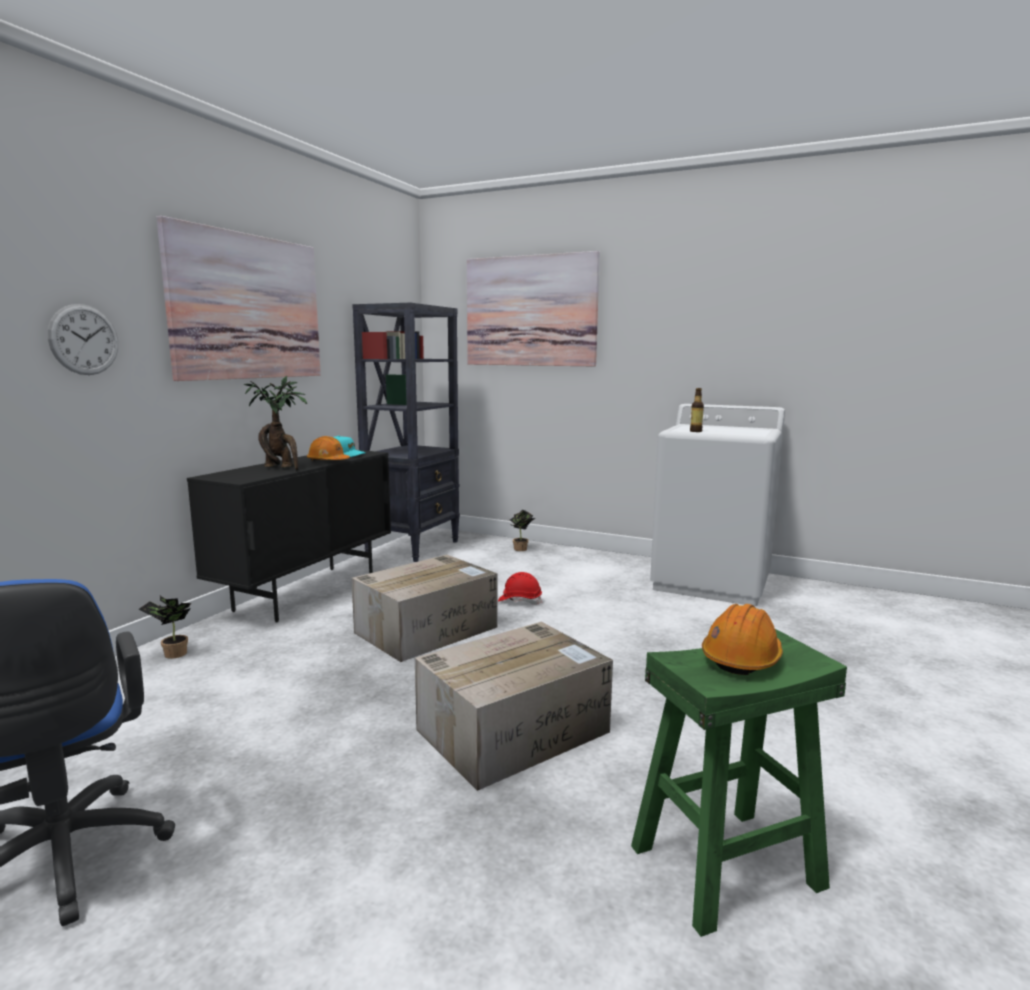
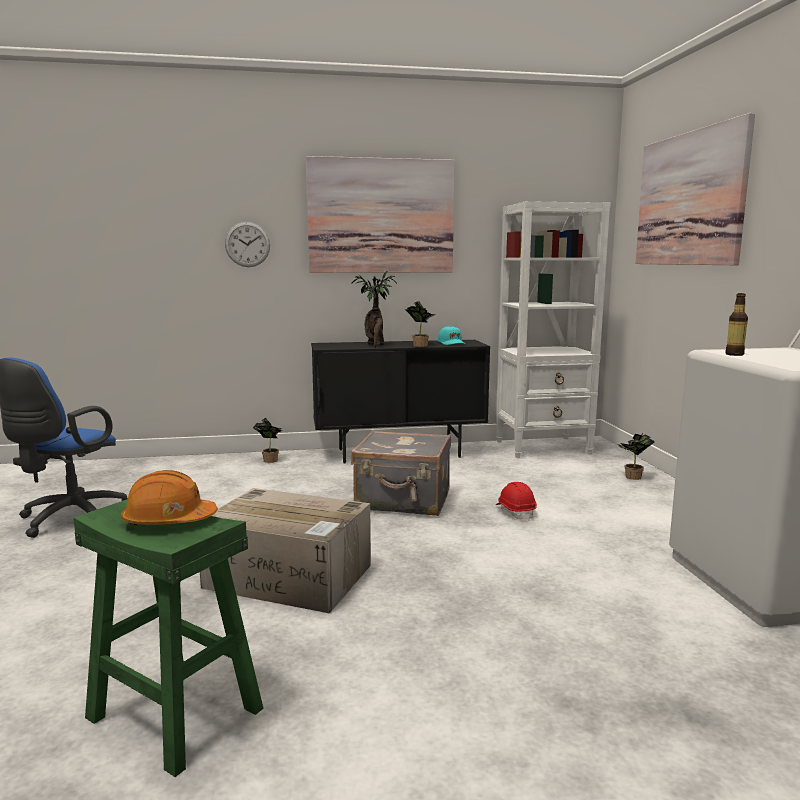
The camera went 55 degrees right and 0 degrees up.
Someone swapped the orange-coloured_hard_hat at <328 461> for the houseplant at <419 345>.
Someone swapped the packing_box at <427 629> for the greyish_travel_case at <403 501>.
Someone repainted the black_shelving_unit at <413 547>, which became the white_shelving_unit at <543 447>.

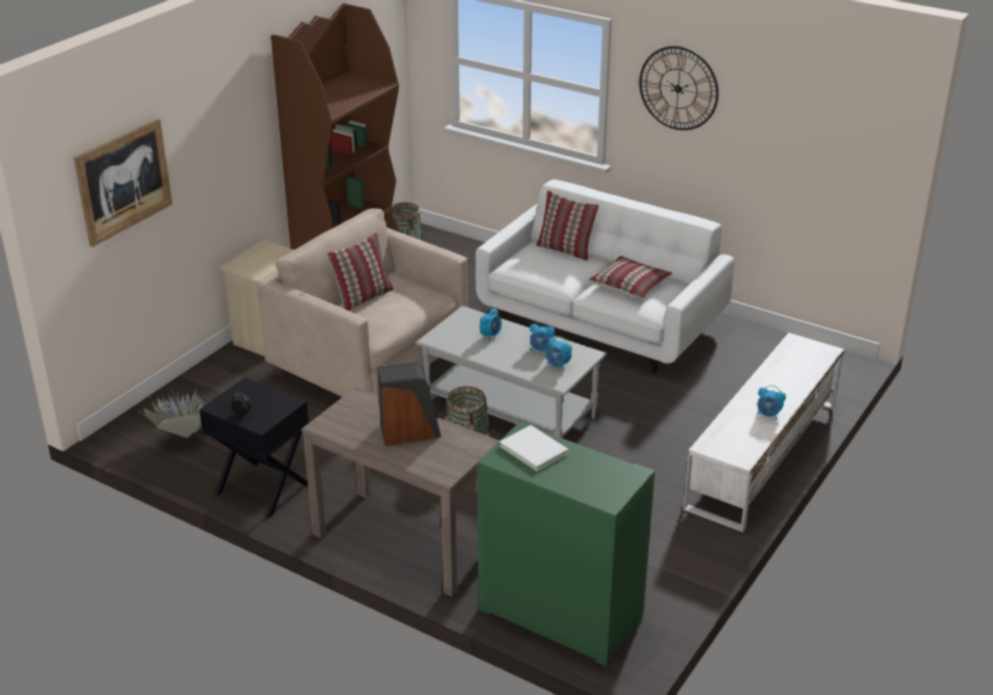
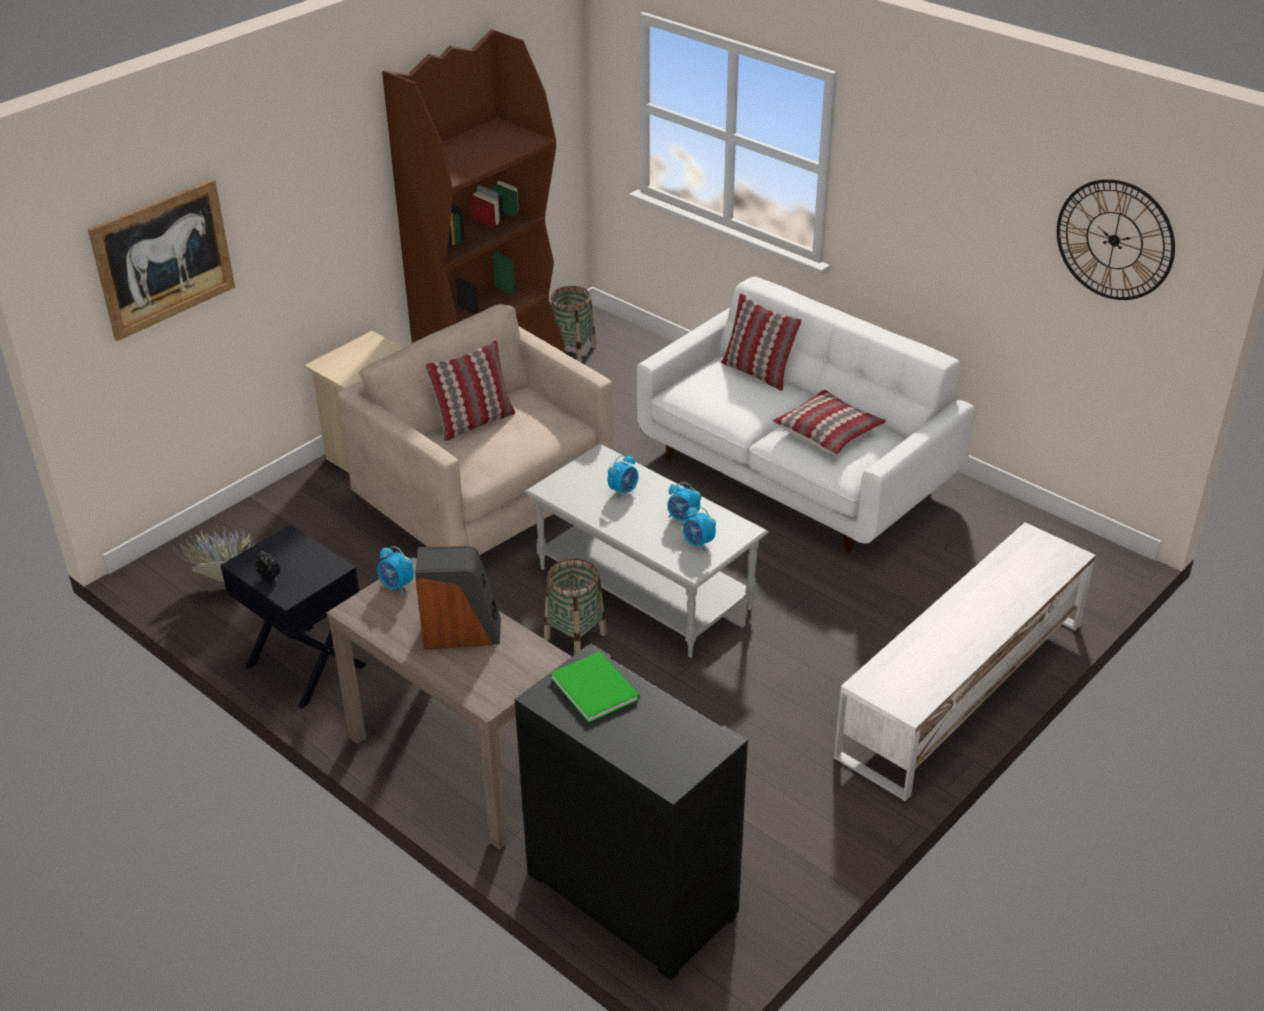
The camera went 10 degrees right and 5 degrees up.
Someone carried the wall_clock from <678 88> to <1114 240>.
Someone carried the bedside_clock from <768 415> to <397 586>.
Someone repainted the green_cupboard at <559 615>, which became the black_cupboard at <629 894>.
Someone repainted the white_bound_book at <534 448>, which became the green_bound_book at <595 686>.

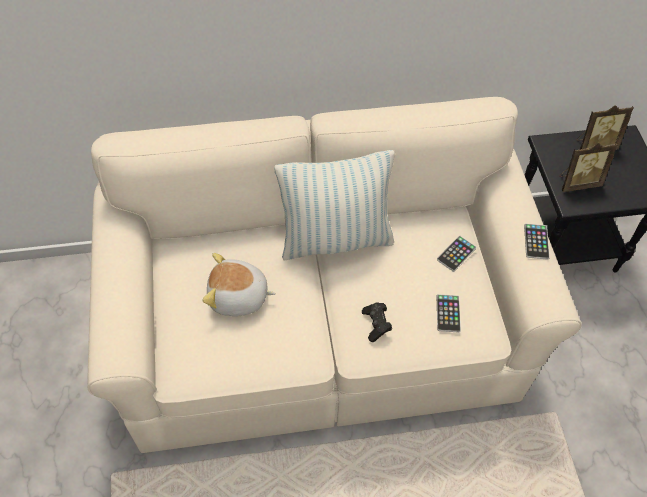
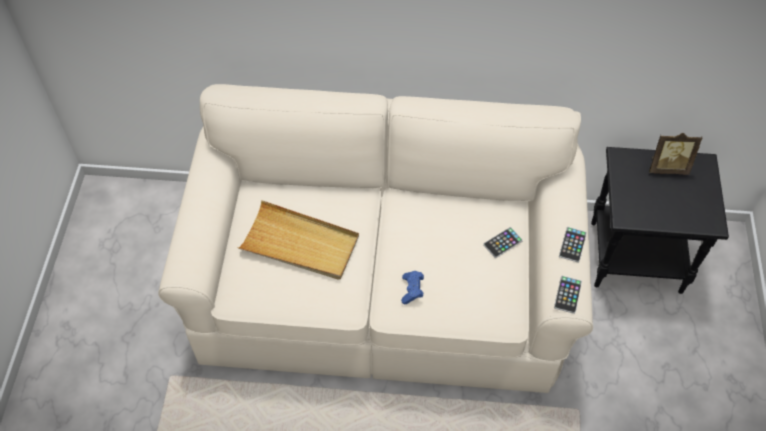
The camera went 15 degrees right and 0 degrees up.
Someone took away the pillow at <335 239>.
Someone took away the standing_frame at <577 182>.
Someone carried the phone from <448 313> to <567 295>.
Someone swapped the soft_toy at <238 297> for the beige-coloured_serving_tray at <300 244>.
Someone repainted the black_gamepad at <376 325>, which became the bluish_gamepad at <412 290>.

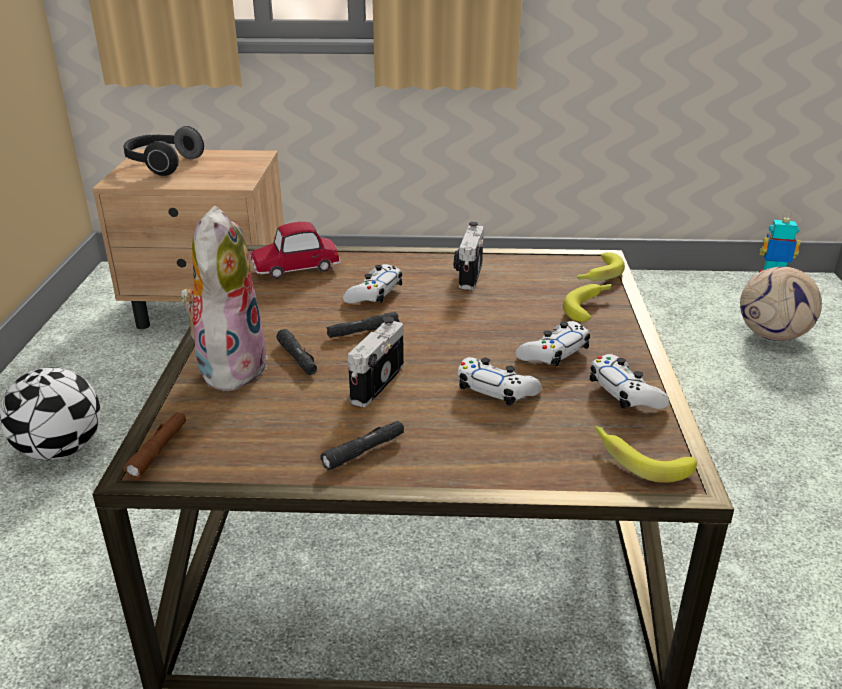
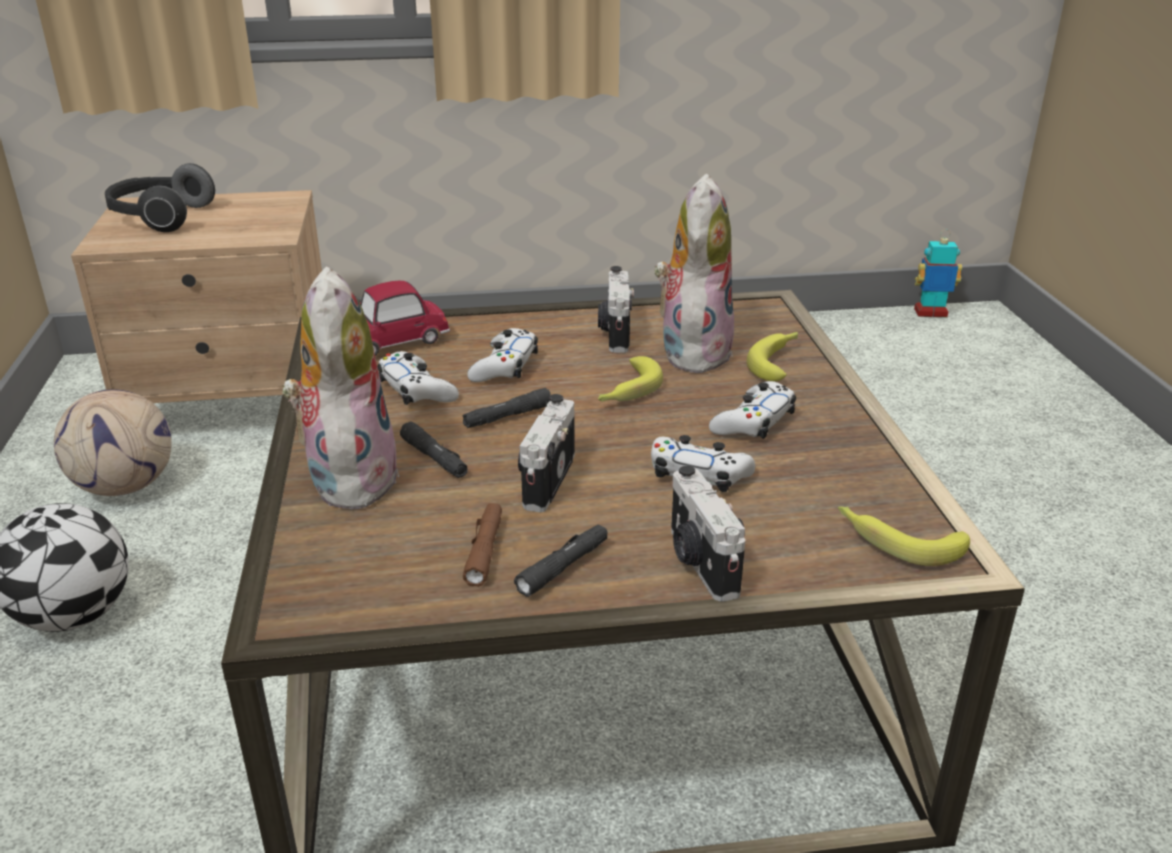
The camera went 10 degrees left and 0 degrees up.
Someone put down the soft_toy at <692 351>.
Someone put down the photo_camera at <699 562>.
Someone carried the brownish_hand_torch from <158 450> to <484 551>.
Someone carried the whole_banana from <597 275> to <626 391>.
Someone carried the white_gamepad from <625 392> to <417 390>.
Someone carried the football_ball from <773 336> to <127 487>.

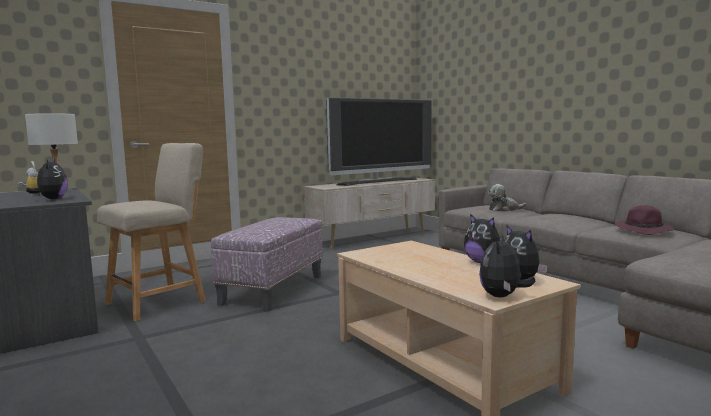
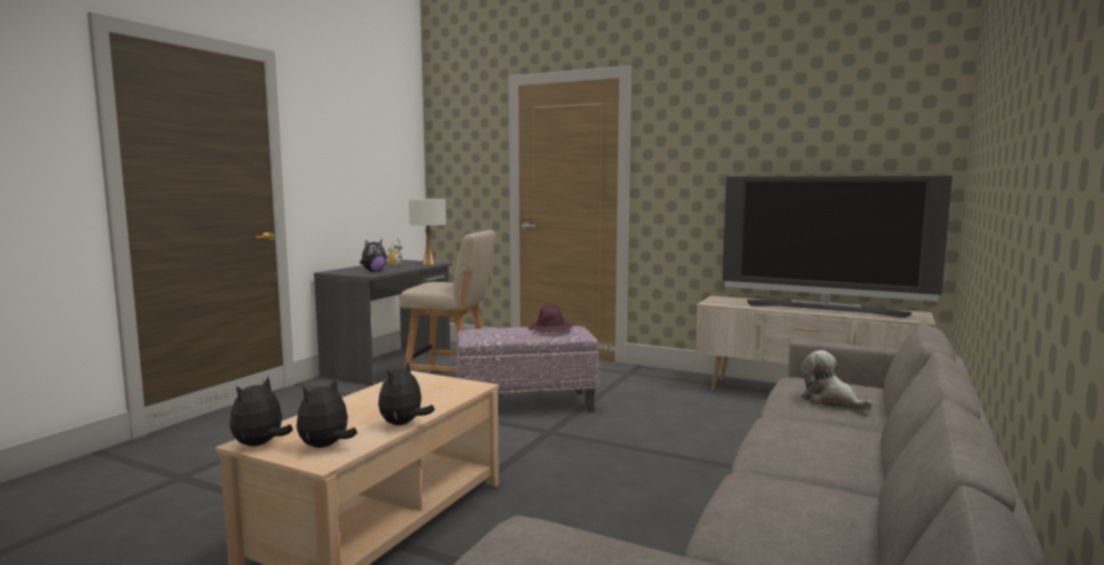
The camera went 60 degrees right and 0 degrees up.
Someone carried the purplish_clothing_hat from <644 230> to <551 329>.
Someone rotated the soft_toy at <502 296> by 60 degrees counterclockwise.

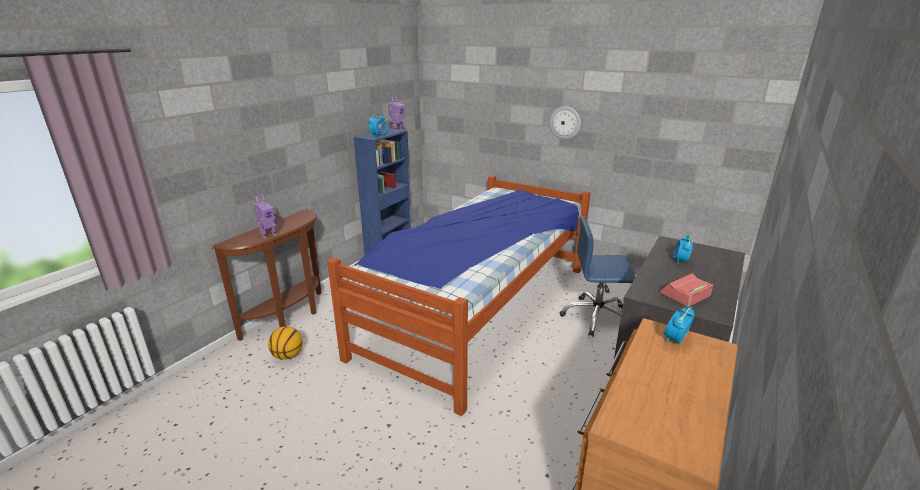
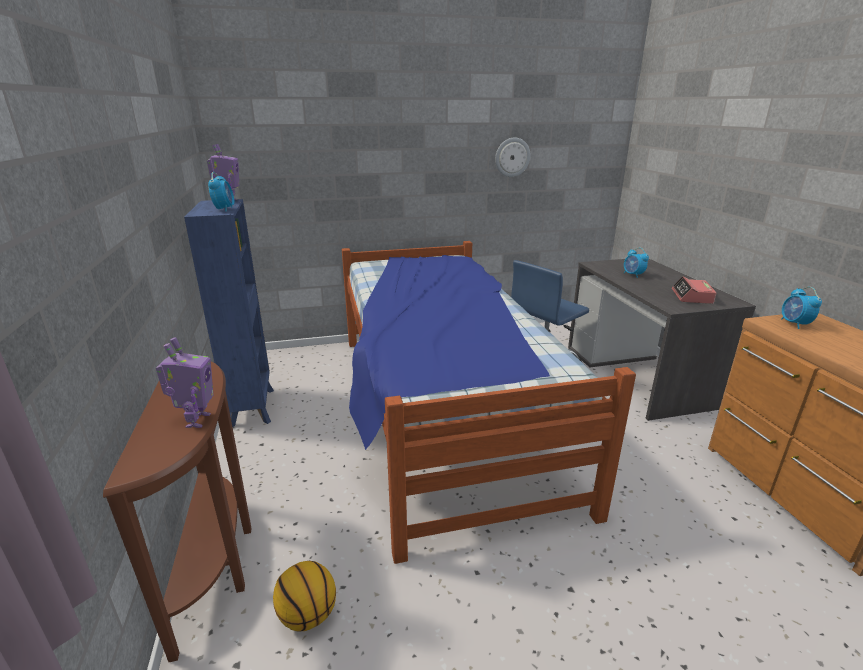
The camera went 45 degrees left and 0 degrees up.
Someone carried the wall_clock from <565 122> to <512 157>.

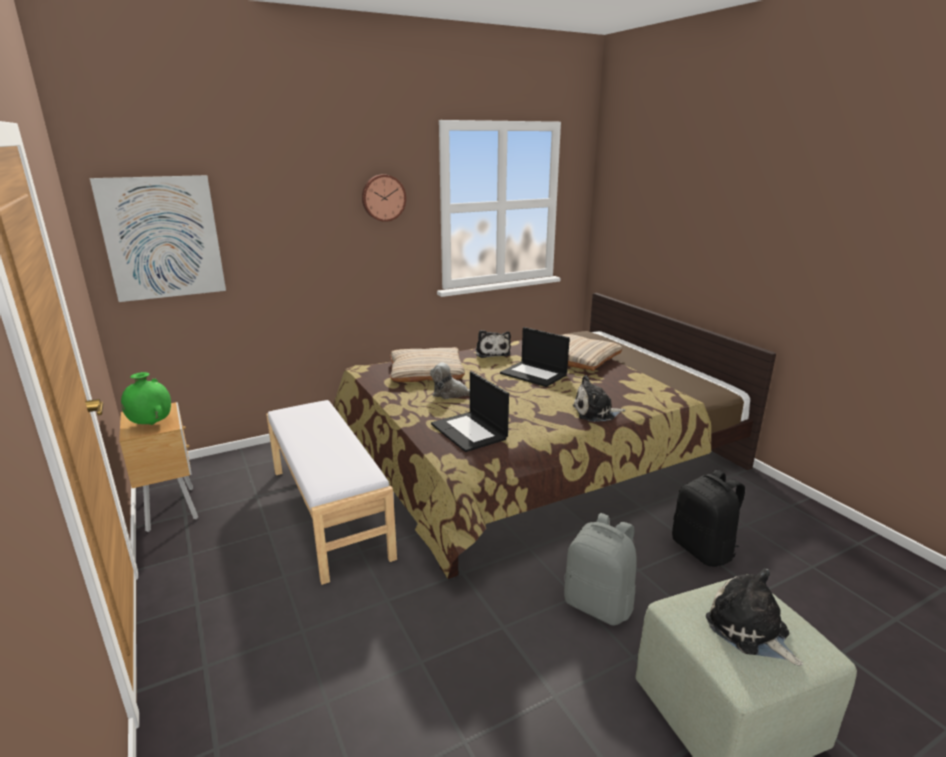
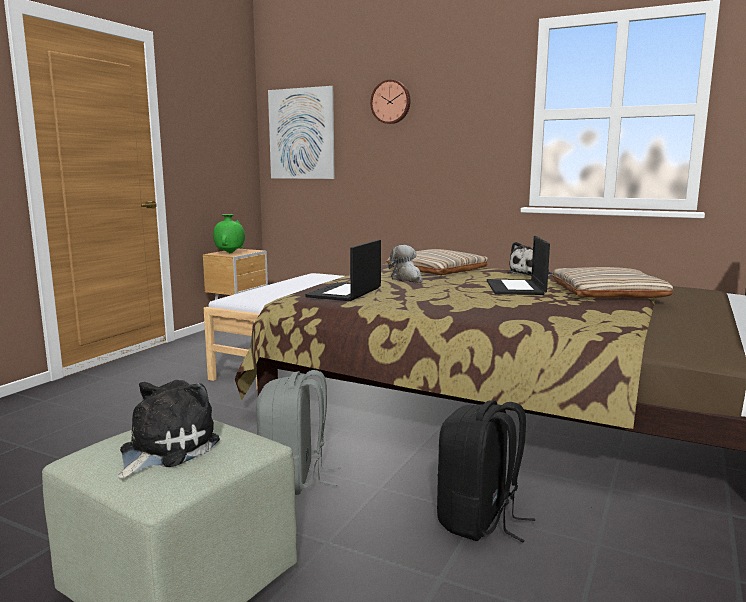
The camera went 55 degrees right and 10 degrees down.
Someone took away the soft_toy at <596 413>.
Someone carried the wall_clock from <383 198> to <391 102>.

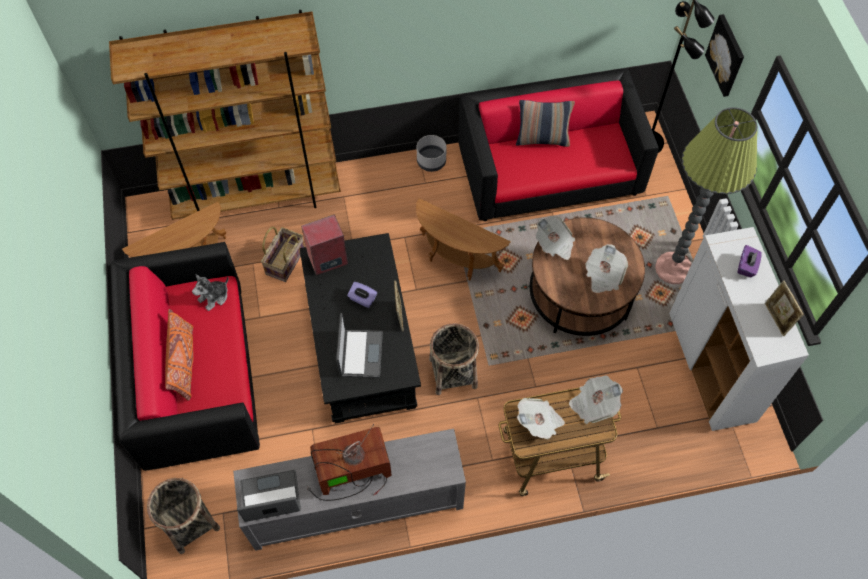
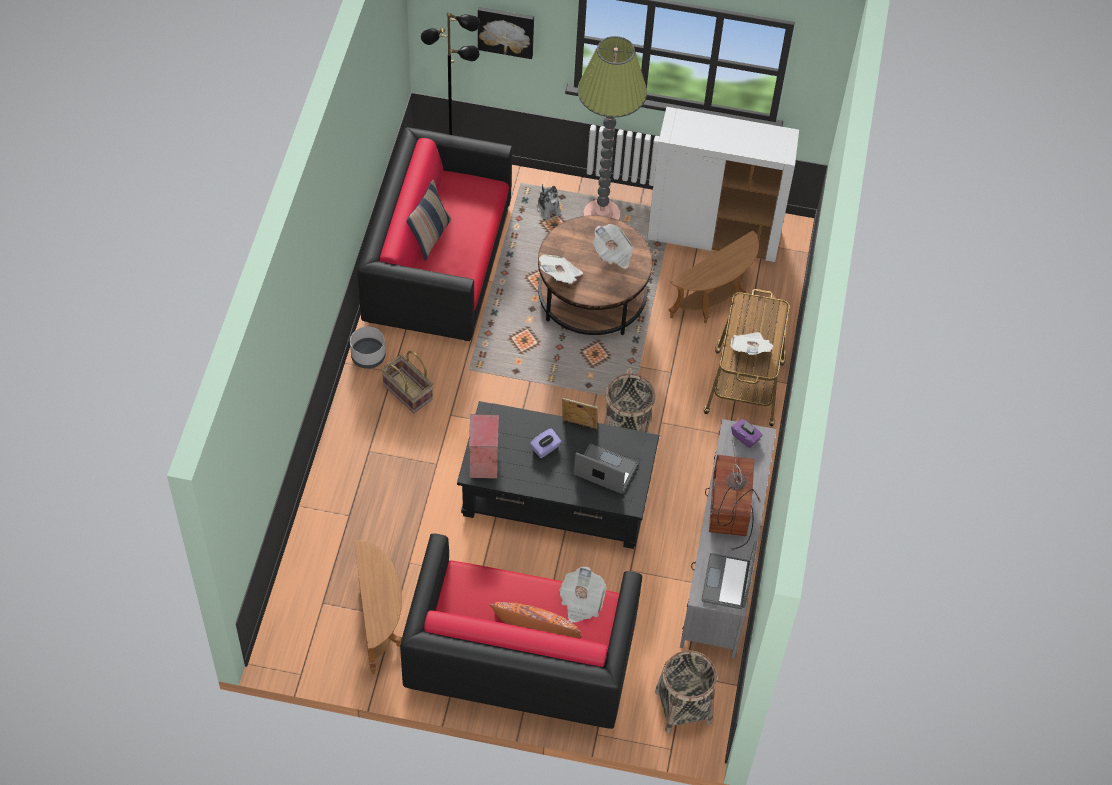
The camera went 70 degrees left and 5 degrees down.
Someone took away the brownish_shelving_unit at <258 198>.
Someone took away the standing_frame at <776 319>.
Someone carried the soft_toy from <214 297> to <549 208>.
Someone carried the household_basket from <284 261> to <407 392>.
Someone carried the brownish_accent_table from <456 260> to <714 302>.
Someone carried the daily_paper from <593 404> to <581 602>.
Someone carried the purplish_tissue_holder from <746 266> to <745 437>.

